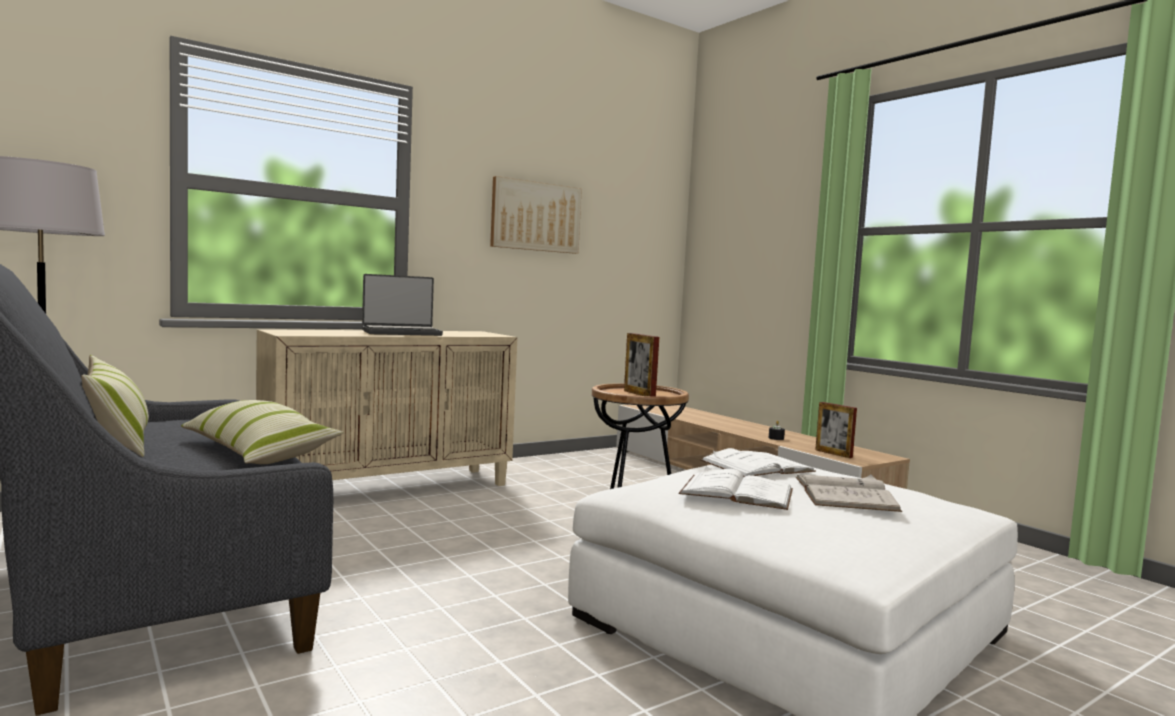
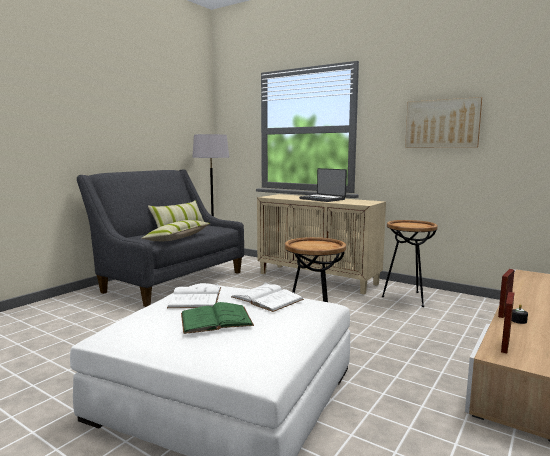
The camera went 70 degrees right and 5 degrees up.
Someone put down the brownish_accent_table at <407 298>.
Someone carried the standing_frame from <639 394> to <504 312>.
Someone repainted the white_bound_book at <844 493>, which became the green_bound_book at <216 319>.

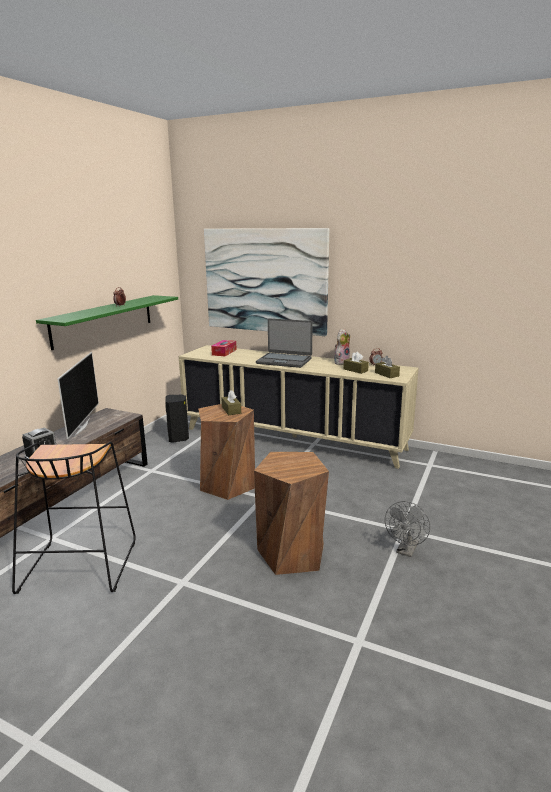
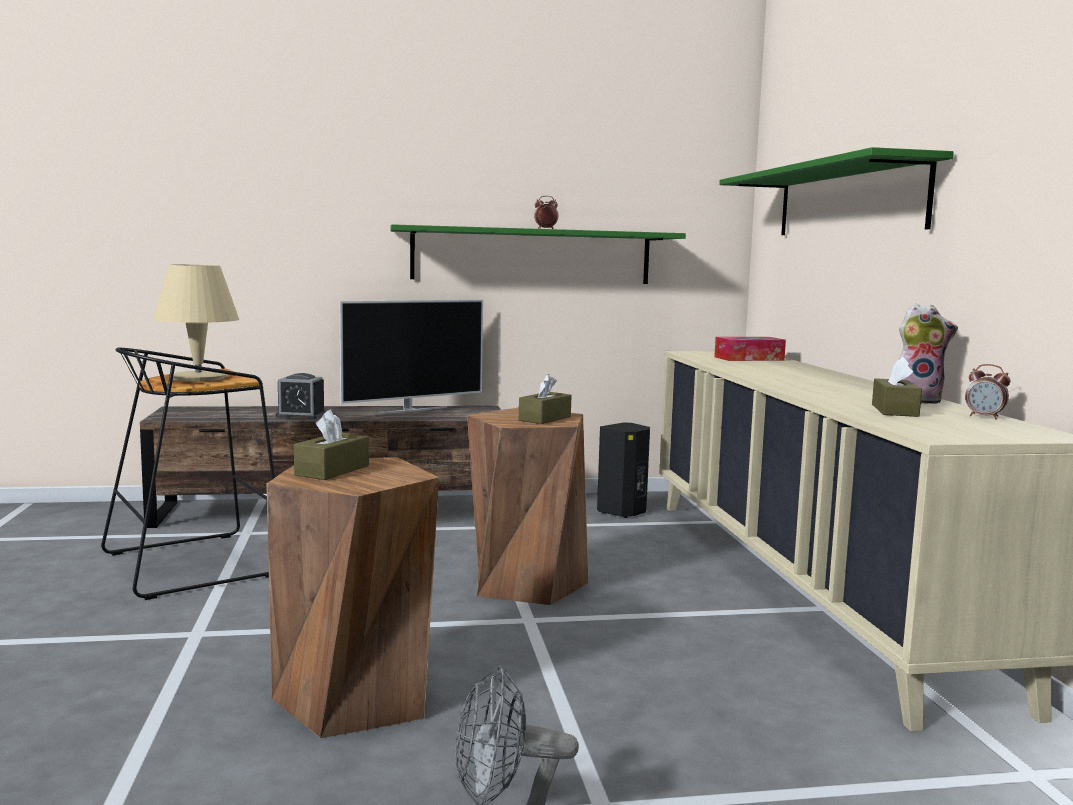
The camera went 55 degrees right and 10 degrees down.
Someone took away the notebook_computer at <284 361>.
Someone put down the beige-coloured_tabletop_lamp at <199 378>.
Someone carried the brownish_tissue_holder from <386 374> to <332 470>.
Someone swapped the wall_picture at <265 281> for the green_wall_shelf at <847 201>.

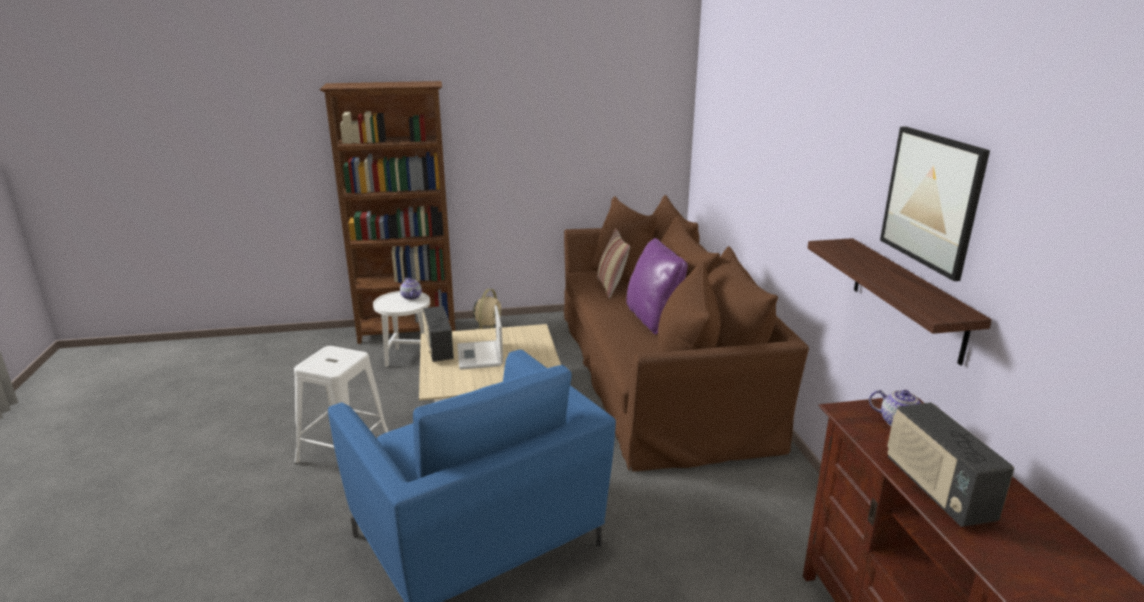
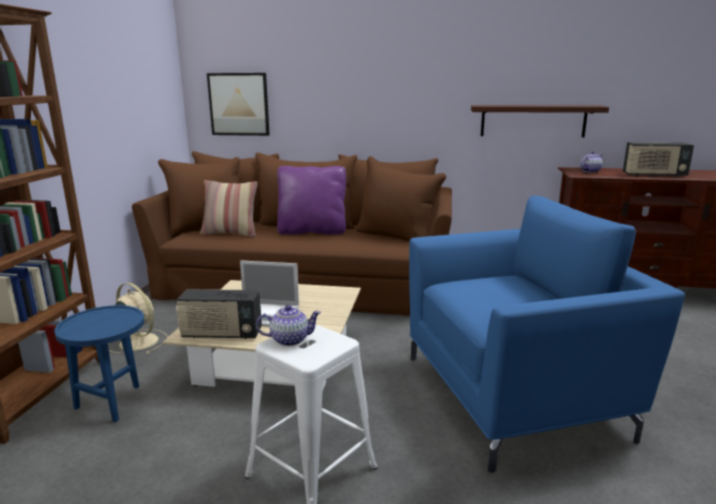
The camera went 70 degrees left and 5 degrees down.
Someone carried the teapot from <411 297> to <289 339>.
Someone carried the wall_picture from <931 200> to <239 104>.
Someone repainted the white_accent_table at <407 357>, which became the bluish_accent_table at <114 402>.

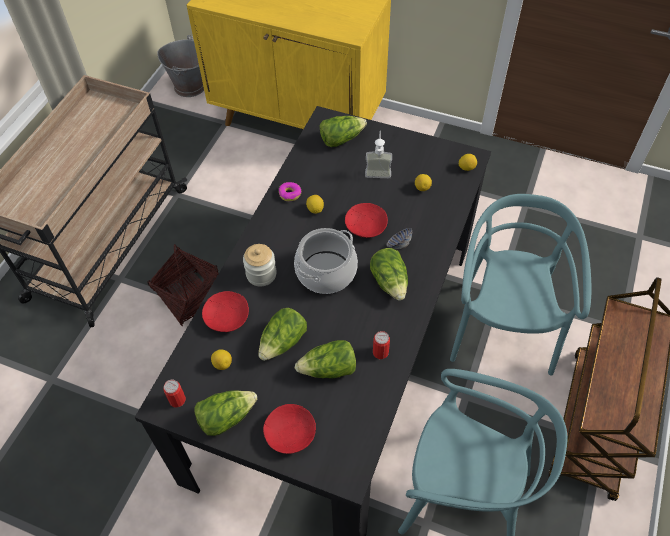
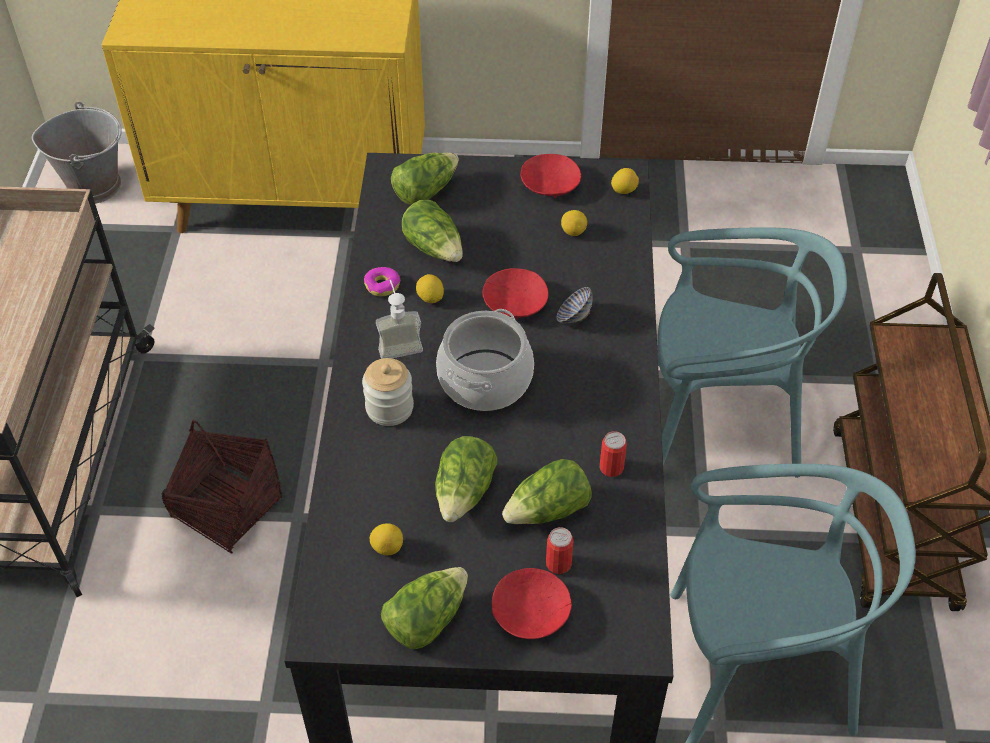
The camera went 20 degrees left and 5 degrees down.
Someone carried the sealed_can from <177 400> to <558 563>.
Someone carried the red-coloured_deep_dish from <226 317> to <549 185>.
Someone carried the soap_dispenser from <378 170> to <398 344>.
Someone carried the lettuce from <390 282> to <435 248>.
Someone rotated the blue-green_plain_chair at <502 328> by 105 degrees clockwise.

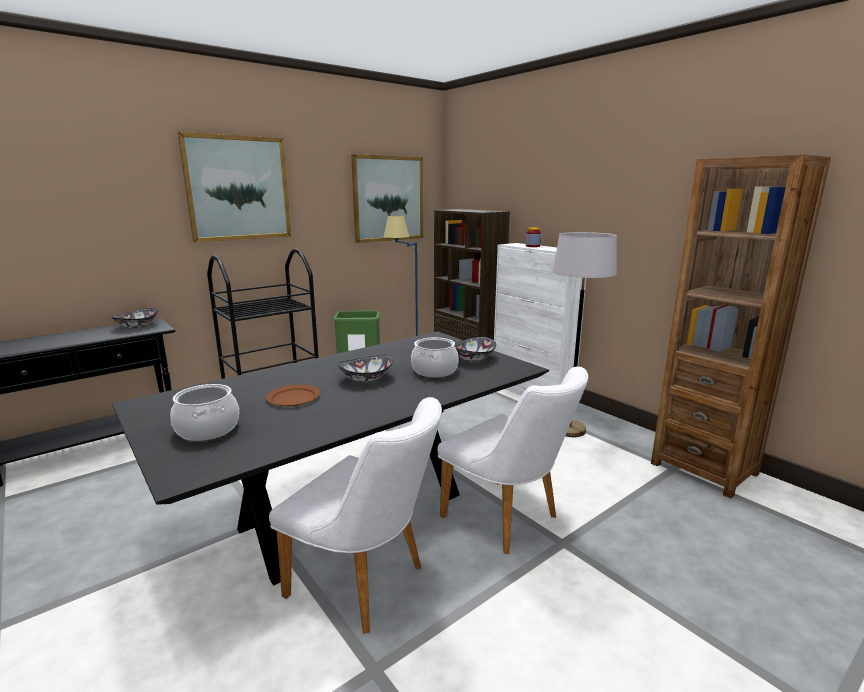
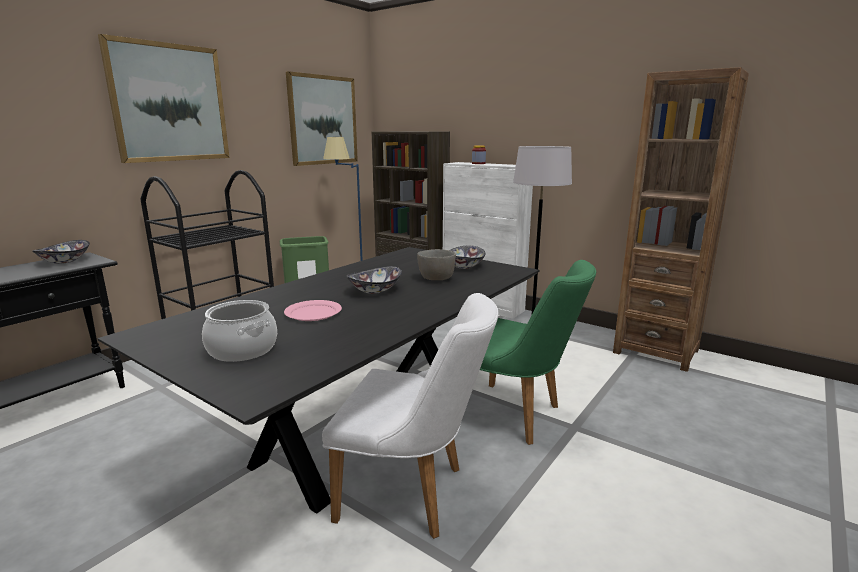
The camera went 15 degrees left and 0 degrees up.
Someone swapped the saucepot at <434 370> for the greyish_deep_dish at <436 278>.
Someone repainted the brownish_dinner_plate at <293 398>, which became the pinkish_dinner_plate at <313 313>.
Someone repainted the white_plain_chair at <508 520>, which became the green_plain_chair at <517 416>.

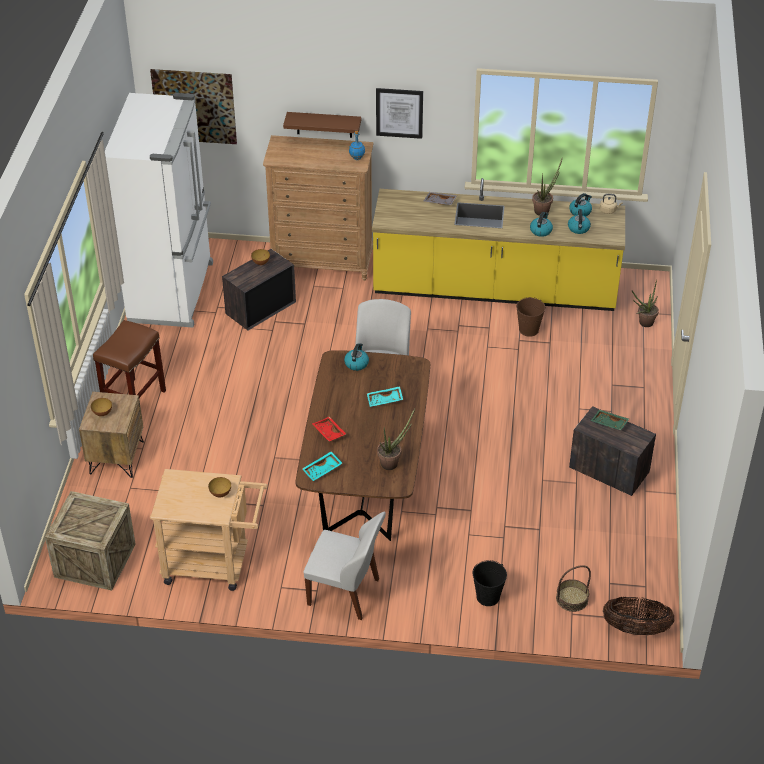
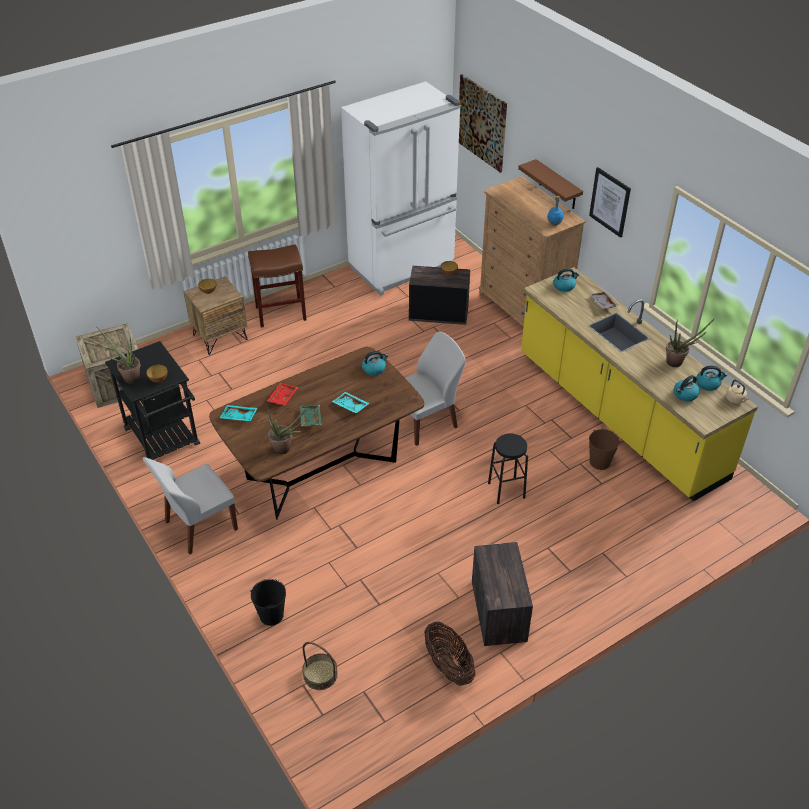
The camera went 50 degrees right and 0 degrees up.
Someone put down the black_sitting_stool at <506 490>.
Someone carried the kettle from <541 230> to <564 286>.
Someone carried the green_serving_tray from <609 424> to <310 419>.
Someone carried the household_basket from <635 629> to <448 666>.
Someone carried the houseplant from <643 323> to <128 377>.
Someone repainted the beige-coloured_cart at <214 564>, which became the black_cart at <165 441>.
Someone rotated the white_plain_chair at <345 593> by 75 degrees clockwise.

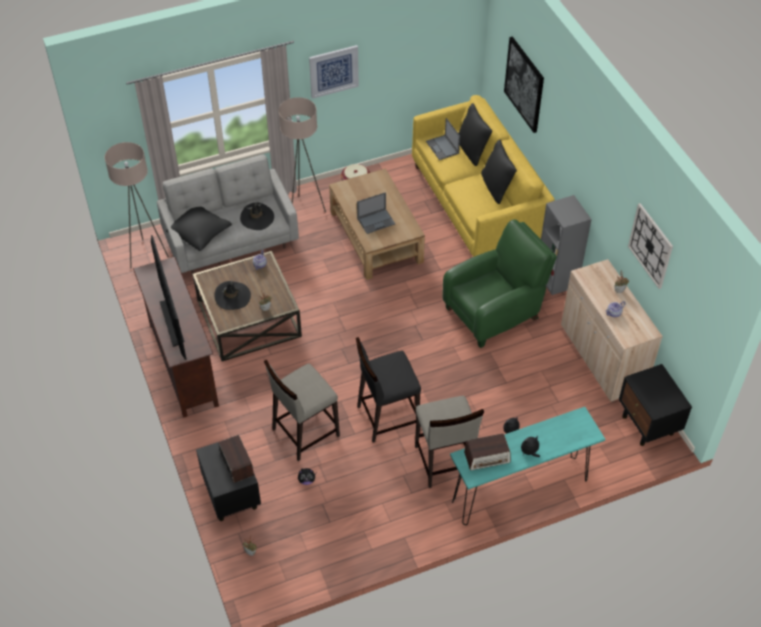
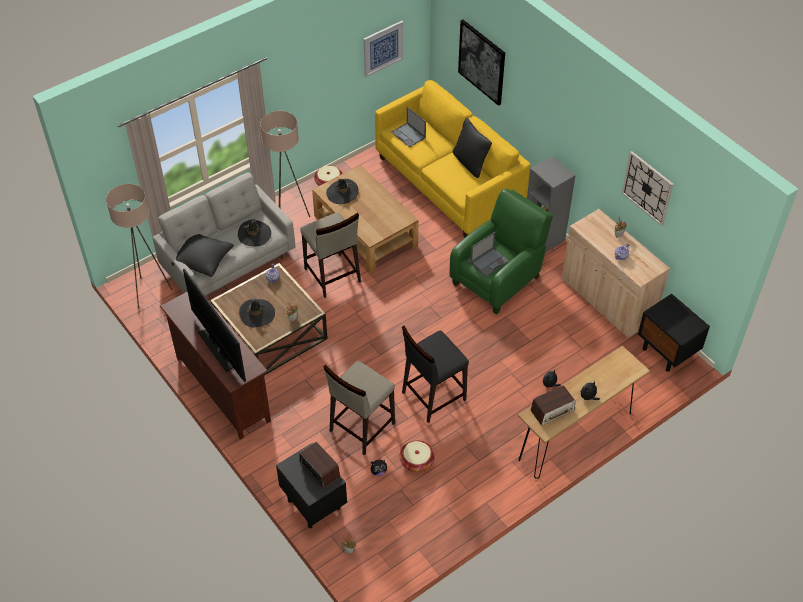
The camera went 15 degrees left and 0 degrees up.
Someone took away the black_pillow at <472 150>.
Someone put down the black_clothing_hat at <342 193>.
Someone put down the household_basket at <417 461>.
Someone carried the wall_picture from <333 71> to <383 48>.
Someone carried the notebook_computer from <376 221> to <489 261>.
Someone carried the beige-coloured_sitting_stool from <444 462> to <332 276>.
Someone repainted the blue-green_narrow_table at <520 491>, which became the brownish_narrow_table at <575 436>.

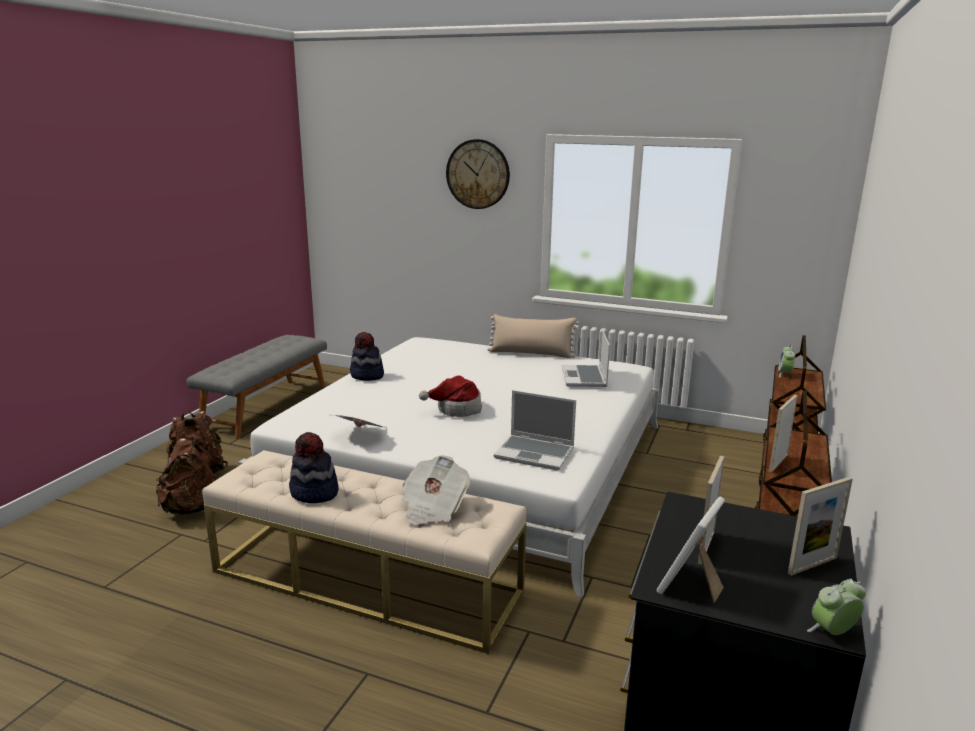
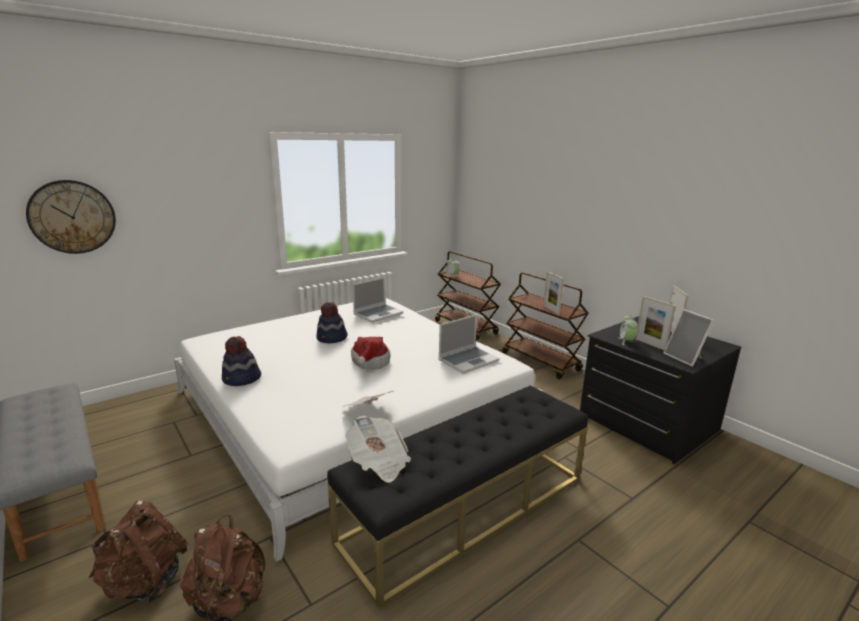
The camera went 60 degrees left and 0 degrees up.
Someone took away the beige-coloured_pillow at <531 354>.
Someone carried the clothing_hat from <314 493> to <332 339>.
Someone carried the daily_paper from <433 508> to <378 462>.
Someone carried the wall_clock from <478 174> to <72 217>.
Someone carried the bedside_clock from <832 632> to <626 341>.
Someone repainted the beige-coloured_long_seat at <366 581>, which became the black_long_seat at <467 508>.
Someone rotated the notebook_computer at <585 378> by 75 degrees counterclockwise.

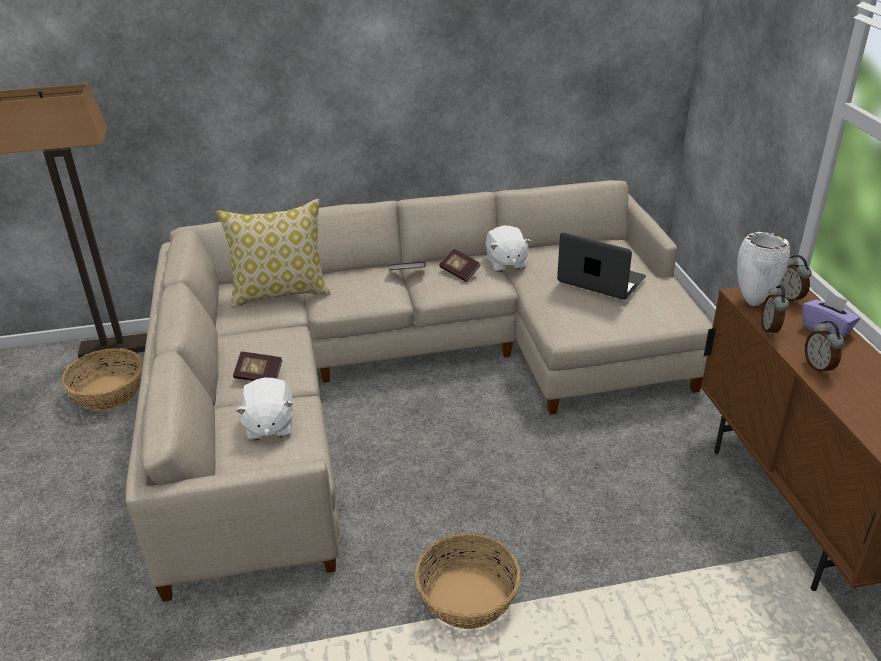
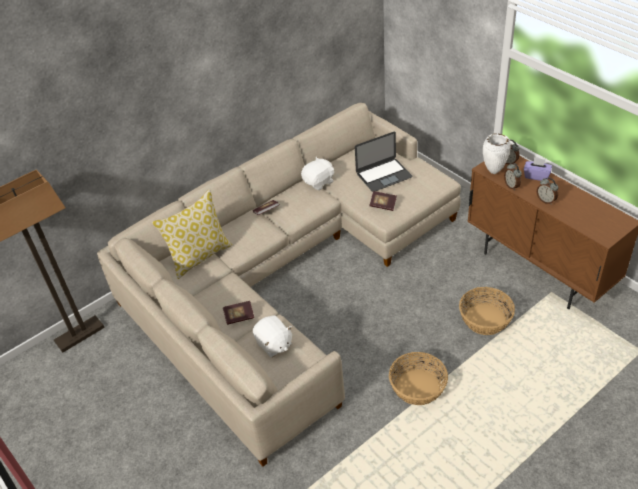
The camera went 25 degrees left and 10 degrees up.
Someone carried the household_basket from <109 392> to <484 319>.
Someone carried the bound_book from <459 272> to <383 205>.
Someone rotated the white_soft_toy at <506 263> by 90 degrees counterclockwise.
Someone rotated the notebook_computer at <601 280> by 150 degrees clockwise.

